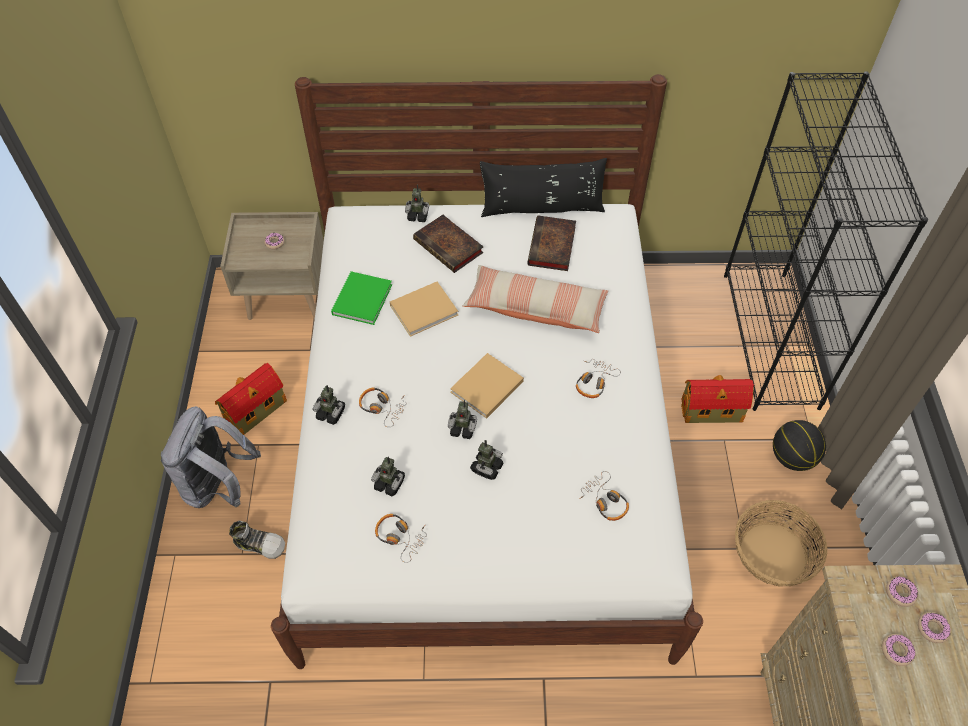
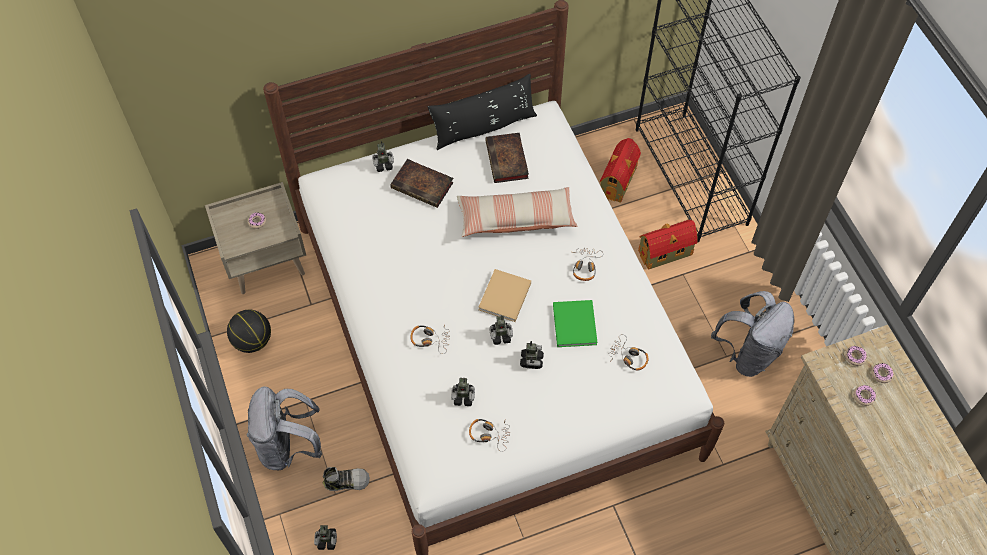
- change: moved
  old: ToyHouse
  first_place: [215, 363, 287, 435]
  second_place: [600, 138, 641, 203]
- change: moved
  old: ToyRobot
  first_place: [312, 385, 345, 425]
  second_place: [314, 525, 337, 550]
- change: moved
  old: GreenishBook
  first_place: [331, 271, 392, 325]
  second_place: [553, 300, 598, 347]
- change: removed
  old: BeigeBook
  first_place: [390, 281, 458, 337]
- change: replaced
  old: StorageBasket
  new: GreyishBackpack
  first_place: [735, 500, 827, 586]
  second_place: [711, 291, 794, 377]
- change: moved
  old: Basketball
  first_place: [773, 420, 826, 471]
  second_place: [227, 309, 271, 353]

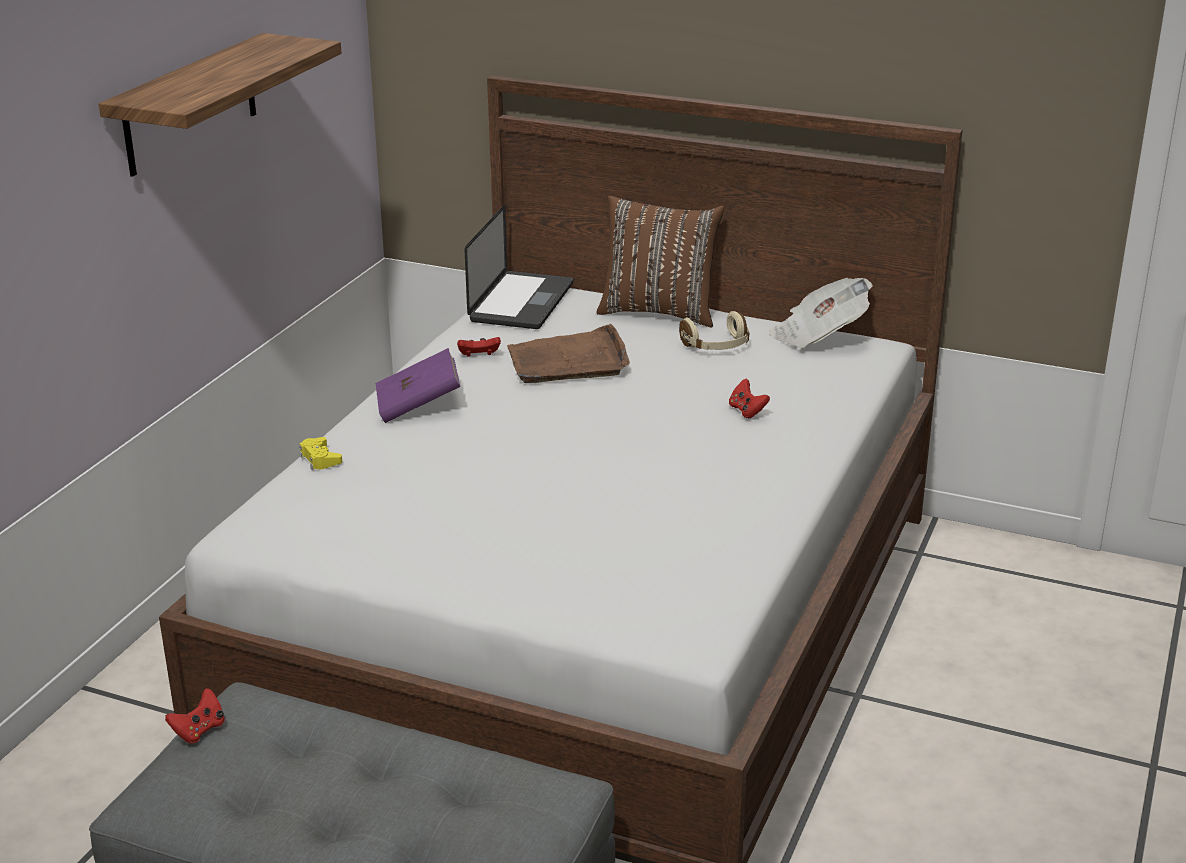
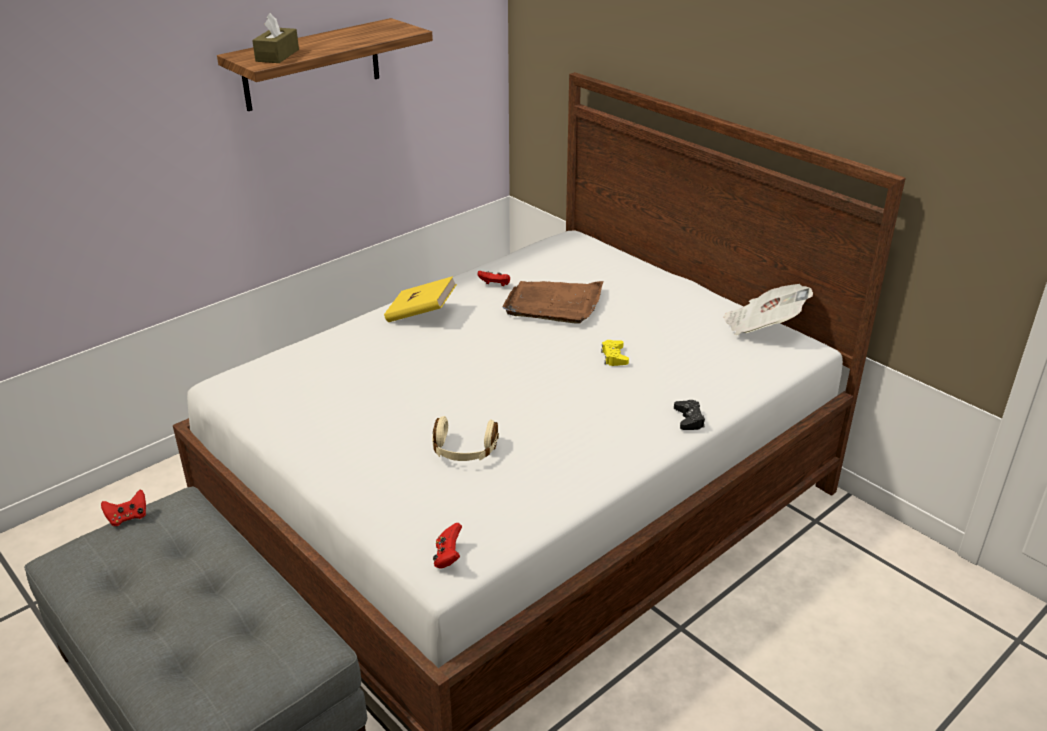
- change: moved
  old: YellowColouredJoypad
  first_place: [299, 437, 342, 470]
  second_place: [601, 340, 629, 366]
- change: recoloured
  old: PurpleBook
  new: YellowColouredBook
  first_place: [376, 348, 460, 423]
  second_place: [384, 276, 457, 322]
- change: removed
  old: PortableComputer
  first_place: [464, 205, 573, 329]
- change: removed
  old: BrownCushion
  first_place: [596, 196, 724, 327]
- change: moved
  old: BeigeHeadphones
  first_place: [679, 311, 749, 350]
  second_place: [432, 416, 499, 461]
- change: moved
  old: RedColouredJoypad
  first_place: [729, 378, 770, 418]
  second_place: [433, 523, 462, 569]
- change: added
  new: BrownBoxOfTissues
  second_place: [252, 13, 299, 63]
- change: added
  new: BlackColouredJoypad
  second_place: [674, 400, 705, 430]

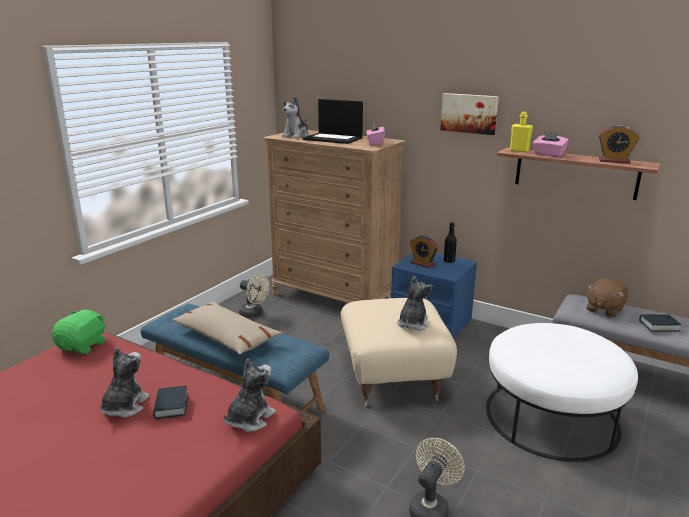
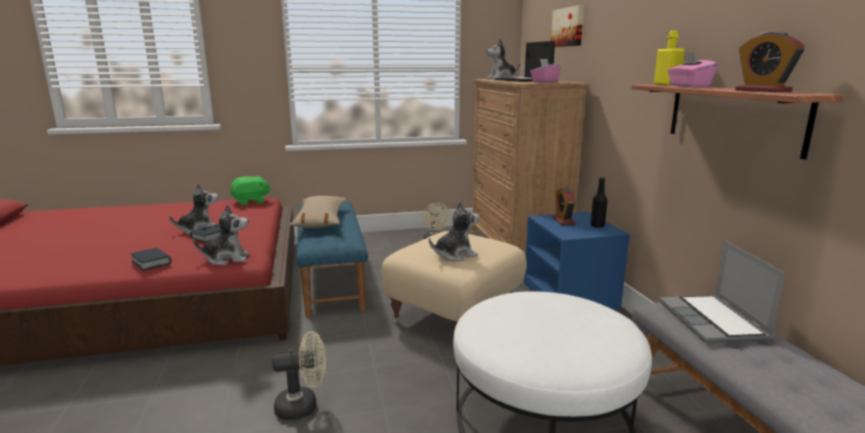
- change: moved
  old: WallPicture
  first_place: [440, 93, 499, 135]
  second_place: [551, 5, 584, 47]
- change: replaced
  old: BrownPlushToy
  new: PortableComputer
  first_place: [586, 278, 628, 317]
  second_place: [659, 241, 786, 343]
- change: moved
  old: Book
  first_place: [639, 314, 681, 331]
  second_place: [130, 248, 171, 271]

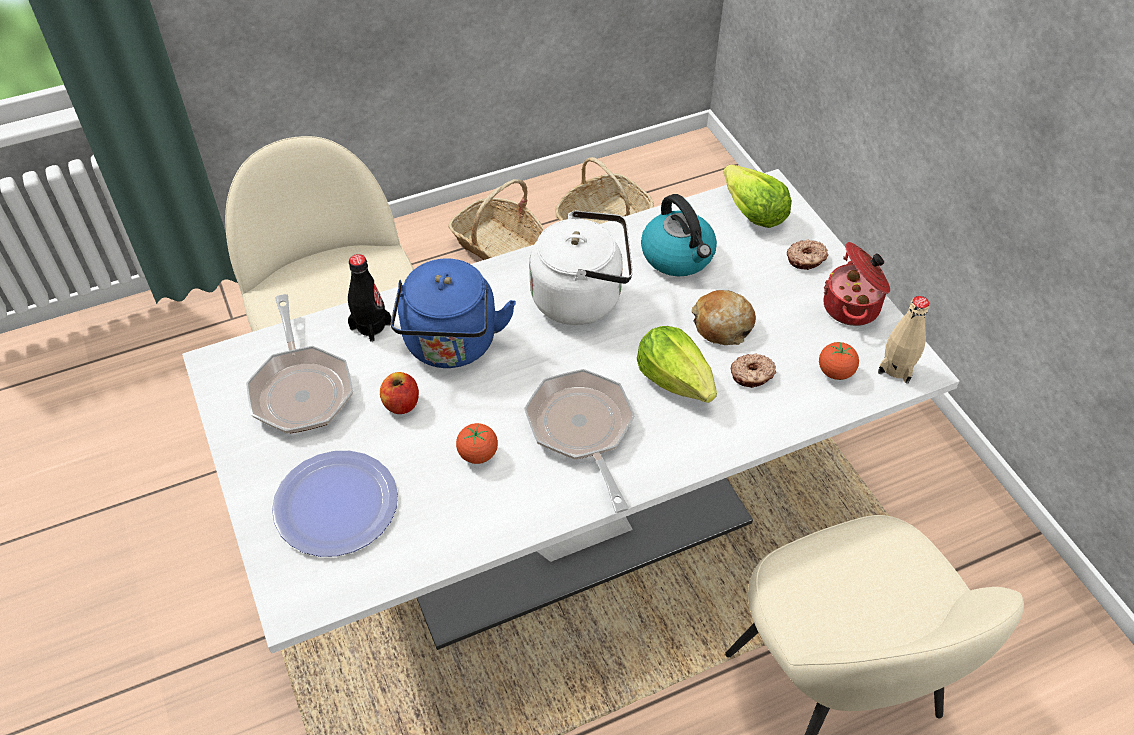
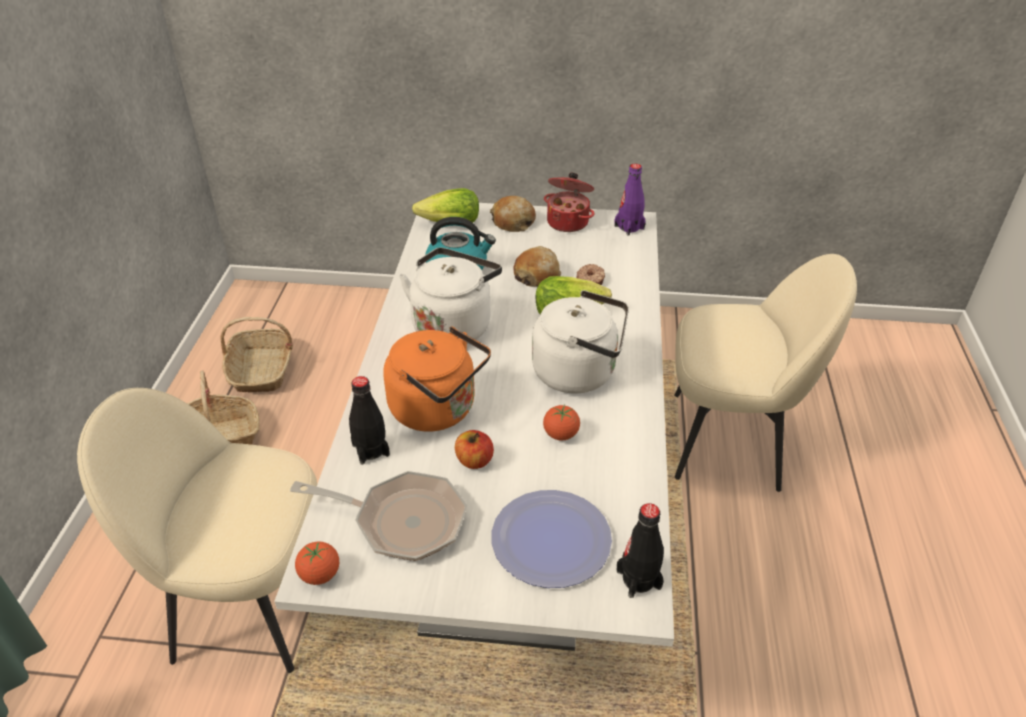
- change: recoloured
  old: BlueColouredKettle
  new: OrangeColouredKettle
  first_place: [391, 259, 516, 368]
  second_place: [383, 326, 491, 432]
- change: replaced
  old: FryingPan
  new: WhiteKettle
  first_place: [524, 369, 635, 513]
  second_place: [532, 290, 629, 393]
- change: replaced
  old: RingDoughnut
  new: BakeryBread
  first_place: [787, 240, 829, 270]
  second_place: [490, 196, 536, 232]
- change: moved
  old: WholeTomato
  first_place: [819, 342, 859, 380]
  second_place: [295, 542, 339, 585]
- change: recoloured
  old: BeigeDrinkBottle
  new: PurpleDrinkBottle
  first_place: [878, 296, 930, 384]
  second_place: [614, 164, 646, 235]
- change: added
  new: BlackColouredDrinkBottle
  second_place: [616, 503, 664, 598]

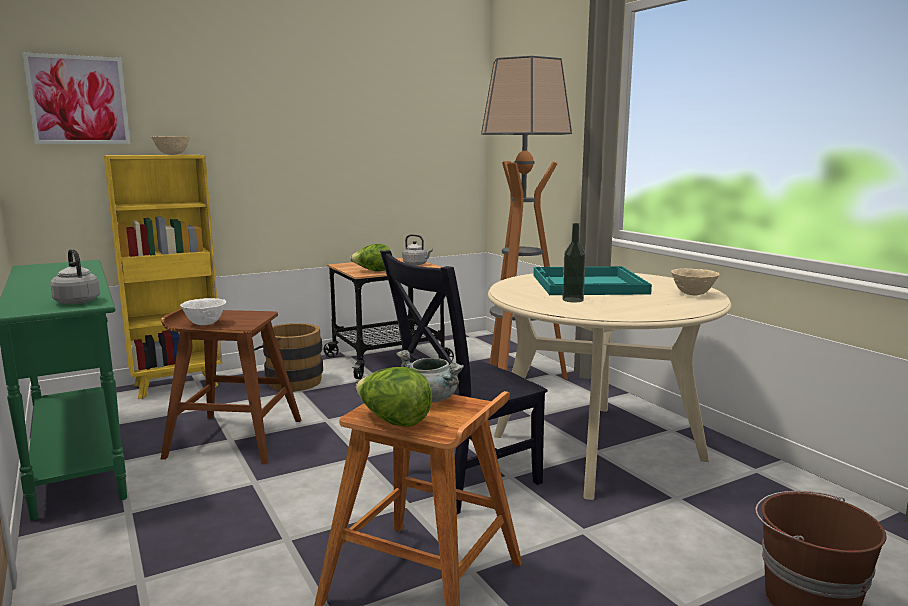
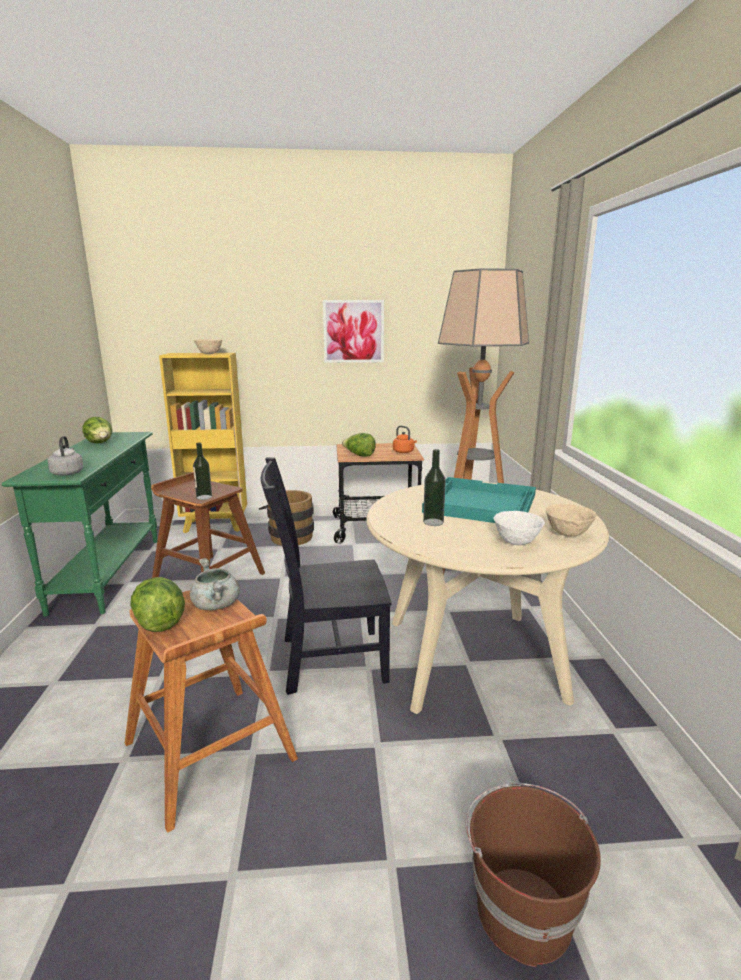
- change: moved
  old: WallPicture
  first_place: [22, 52, 130, 144]
  second_place: [323, 300, 384, 363]
- change: moved
  old: WhiteBowl
  first_place: [180, 298, 226, 325]
  second_place: [493, 511, 545, 545]
- change: recoloured
  old: GreyishKettle
  new: OrangeColouredKettle
  first_place: [403, 234, 433, 266]
  second_place: [393, 426, 417, 453]
- change: added
  new: HeadOfLettuce
  second_place: [82, 417, 112, 443]
- change: added
  new: DrinkBottle
  second_place: [193, 442, 212, 500]

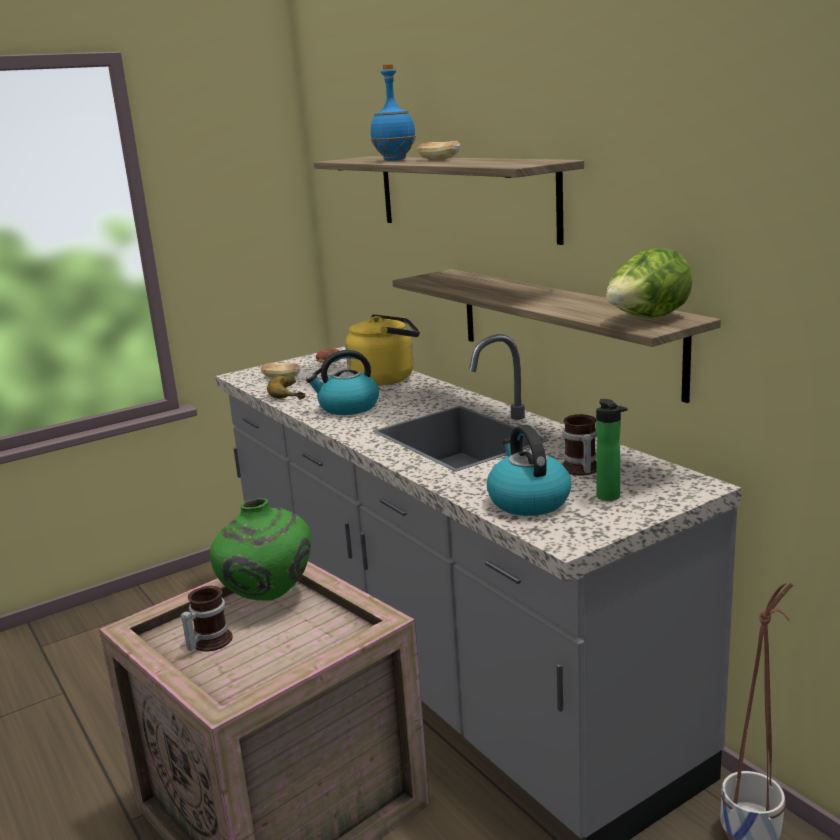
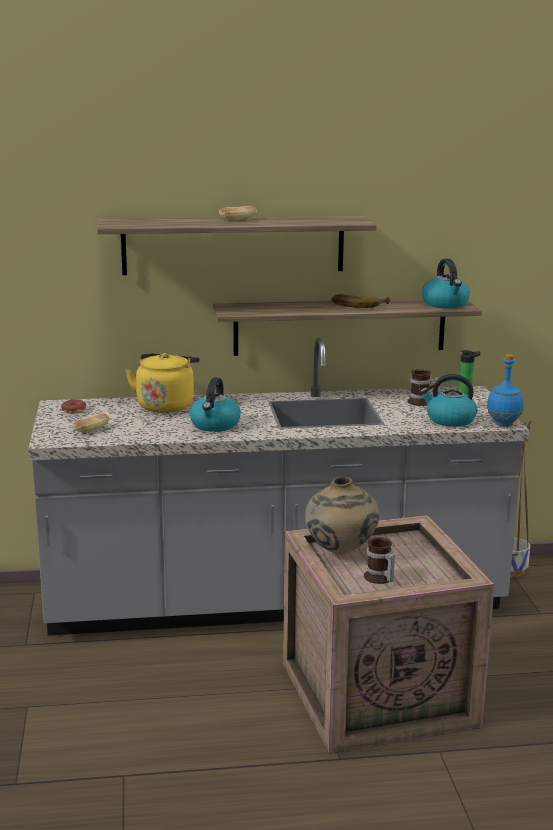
- change: recoloured
  old: GreenishVase
  new: BeigeVase
  first_place: [210, 498, 312, 601]
  second_place: [305, 477, 379, 554]
- change: moved
  old: WholeBanana
  first_place: [267, 375, 306, 400]
  second_place: [332, 294, 390, 308]
- change: moved
  old: BlueColouredDrinkBottle
  first_place: [371, 64, 416, 161]
  second_place: [487, 354, 524, 427]
- change: replaced
  old: HeadOfLettuce
  new: Kettle
  first_place: [606, 248, 692, 318]
  second_place: [422, 259, 470, 309]

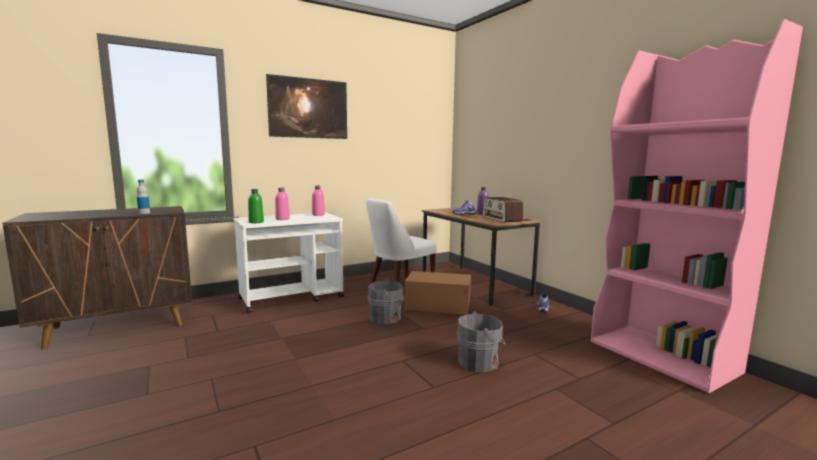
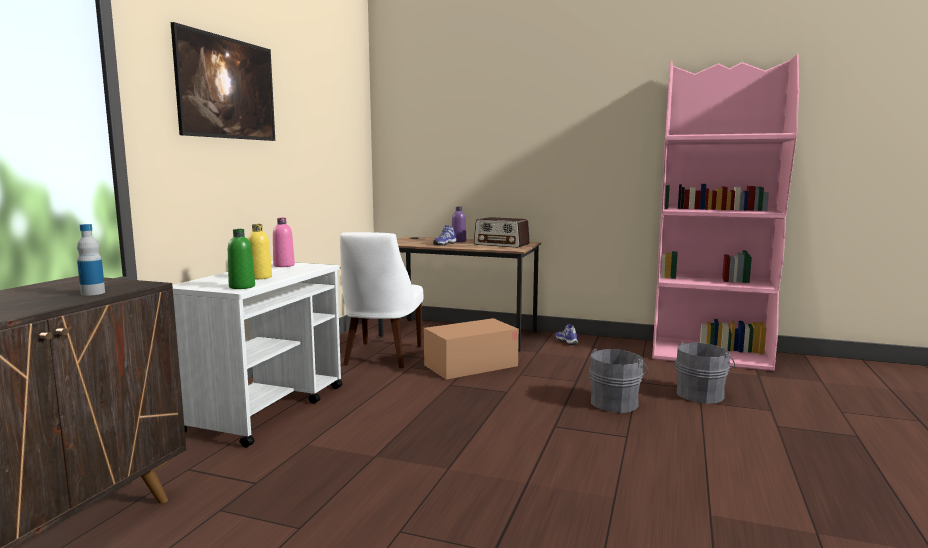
- change: recoloured
  old: PinkDrinkBottle
  new: YellowColouredDrinkBottle
  first_place: [275, 188, 290, 220]
  second_place: [247, 224, 272, 279]
- change: moved
  old: GreyishPail
  first_place: [368, 279, 404, 324]
  second_place: [676, 341, 735, 404]

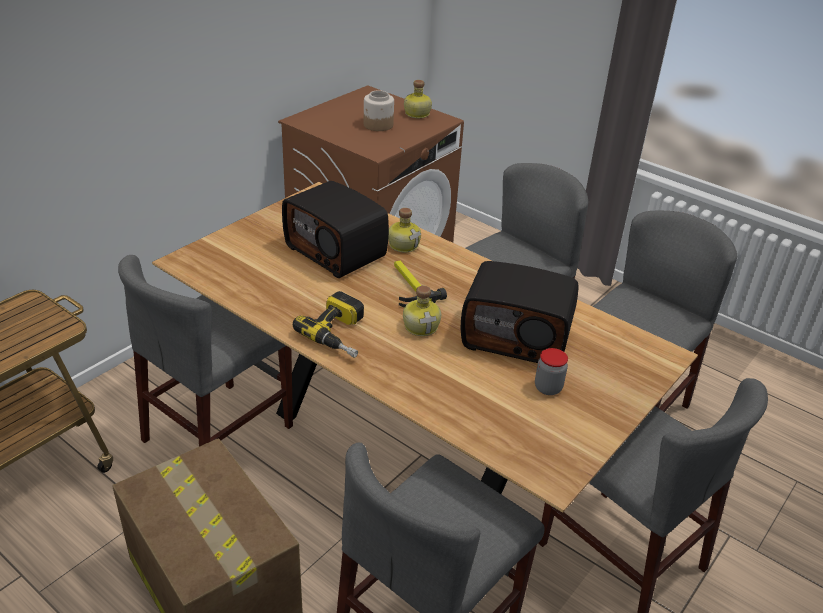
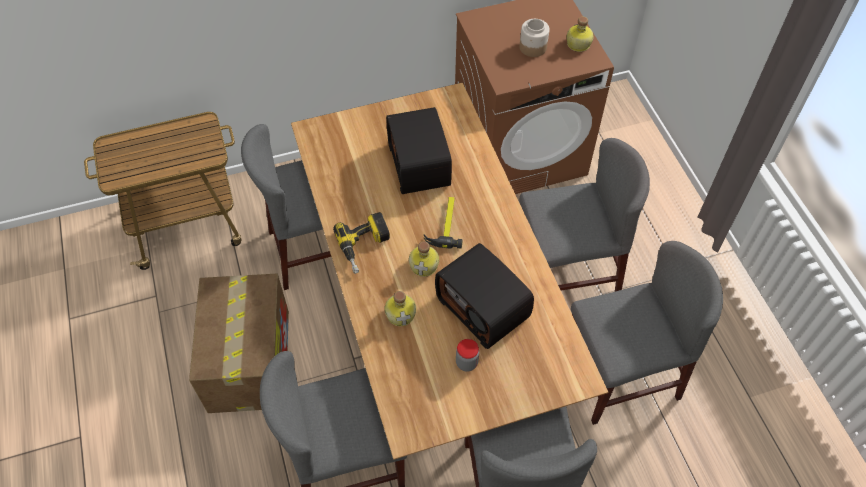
- change: moved
  old: DrinkBottle
  first_place: [388, 208, 421, 253]
  second_place: [385, 291, 416, 326]

